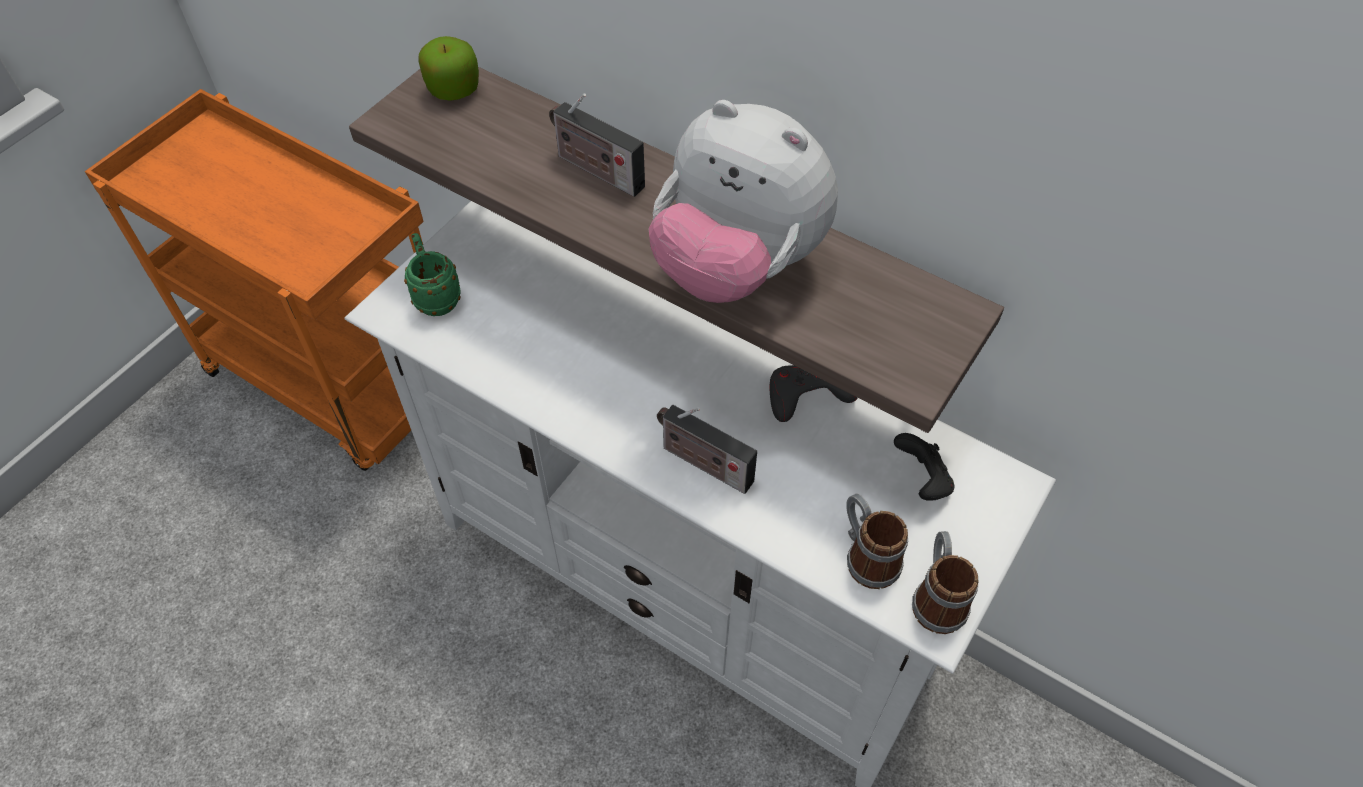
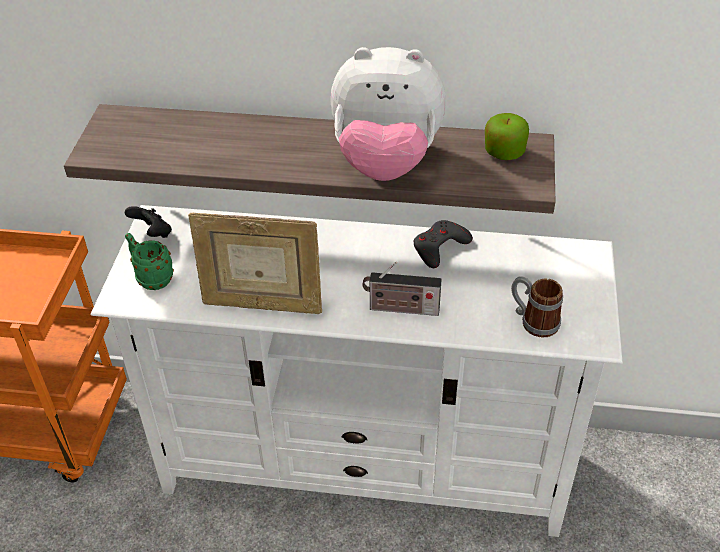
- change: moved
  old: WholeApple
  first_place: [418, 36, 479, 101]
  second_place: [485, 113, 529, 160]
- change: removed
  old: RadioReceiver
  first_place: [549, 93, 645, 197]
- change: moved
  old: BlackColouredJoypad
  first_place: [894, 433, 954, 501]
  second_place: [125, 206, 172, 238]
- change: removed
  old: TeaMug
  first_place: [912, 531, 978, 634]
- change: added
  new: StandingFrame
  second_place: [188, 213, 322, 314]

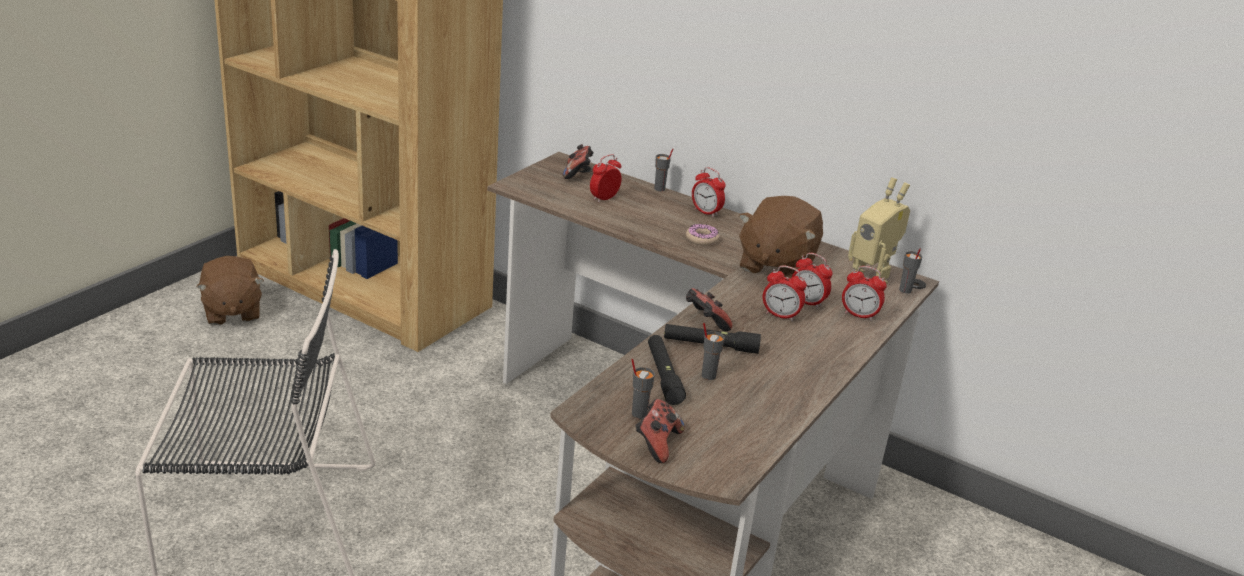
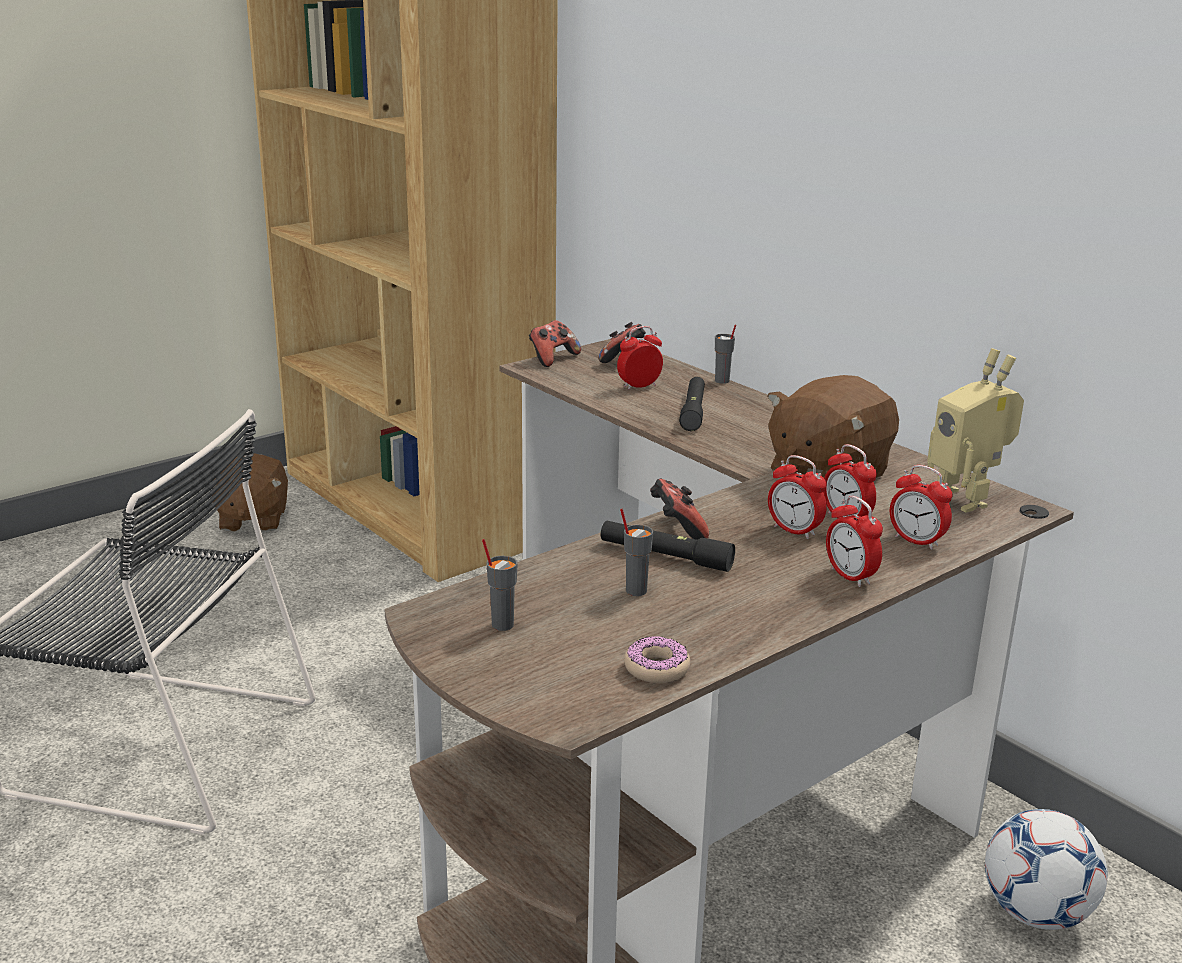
- change: moved
  old: Joypad
  first_place: [635, 399, 685, 463]
  second_place: [529, 320, 581, 367]
- change: moved
  old: BlackColouredHandTorch
  first_place: [648, 335, 686, 405]
  second_place: [679, 377, 705, 431]
- change: moved
  old: RingDoughnut
  first_place: [686, 224, 719, 246]
  second_place: [624, 636, 690, 683]
- change: moved
  old: BedsideClock
  first_place: [692, 167, 726, 217]
  second_place: [826, 496, 883, 587]
- change: removed
  old: GreyishCup
  first_place: [899, 248, 922, 293]
- change: added
  new: FootballBall
  second_place: [985, 809, 1108, 930]

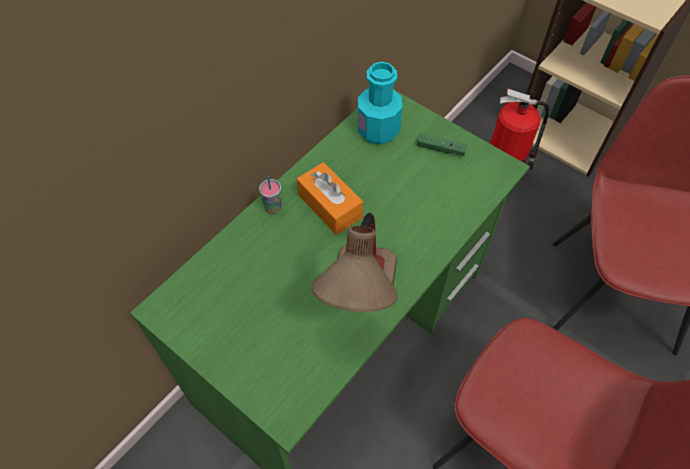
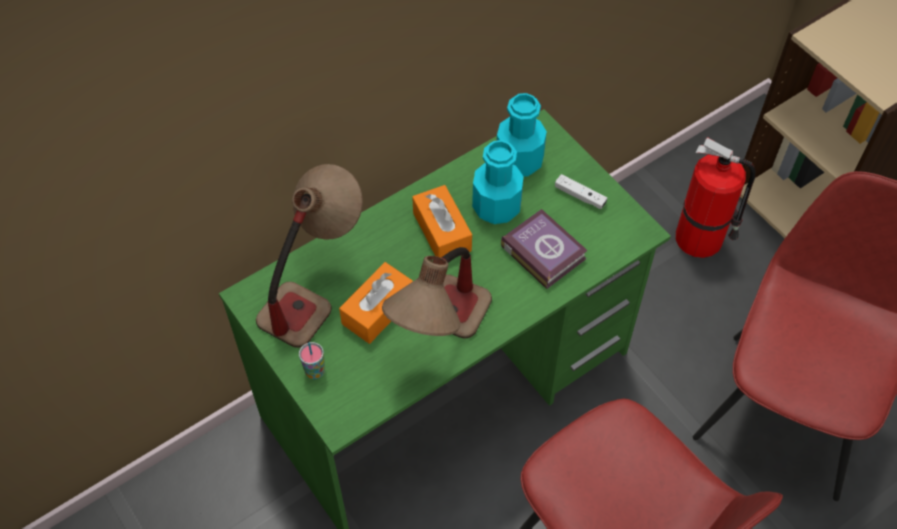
- change: moved
  old: Cup
  first_place: [259, 176, 282, 215]
  second_place: [299, 342, 325, 379]
- change: recoloured
  old: GreenishJoypad
  new: WhiteJoypad
  first_place: [417, 133, 467, 156]
  second_place: [555, 174, 607, 209]
- change: added
  new: LampForATable
  second_place: [256, 164, 363, 348]
- change: added
  new: OrangeColouredBoxOfTissues
  second_place: [339, 262, 413, 344]
- change: added
  new: BlueGreenDrinkBottle
  second_place: [472, 140, 524, 224]
- change: added
  new: Book
  second_place: [501, 209, 588, 289]

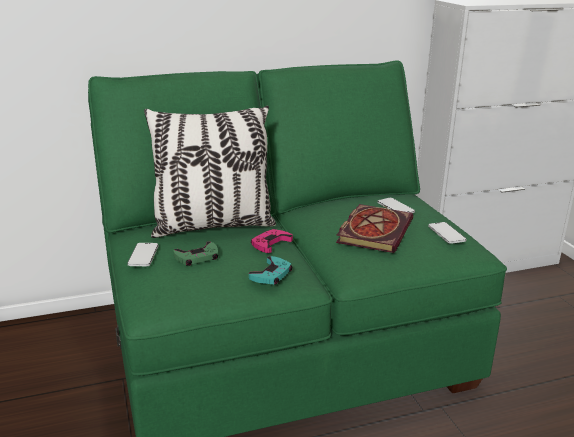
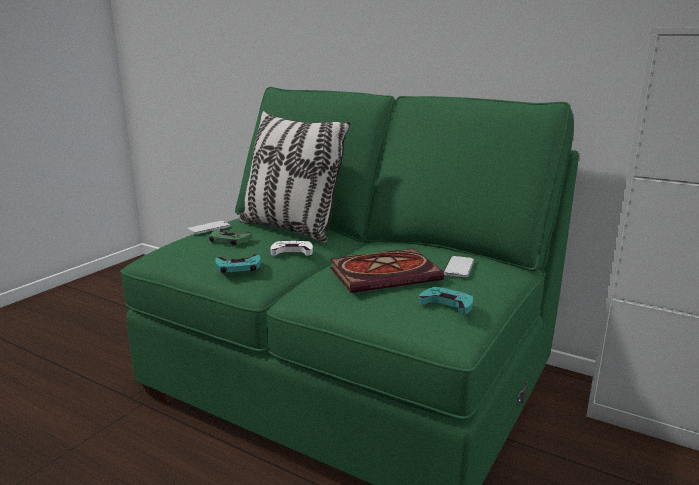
- change: recoloured
  old: PinkJoypad
  new: WhiteJoypad
  first_place: [251, 229, 293, 253]
  second_place: [270, 241, 313, 256]
- change: replaced
  old: Handset
  new: BlueGreenJoypad
  first_place: [428, 222, 467, 244]
  second_place: [418, 287, 473, 315]

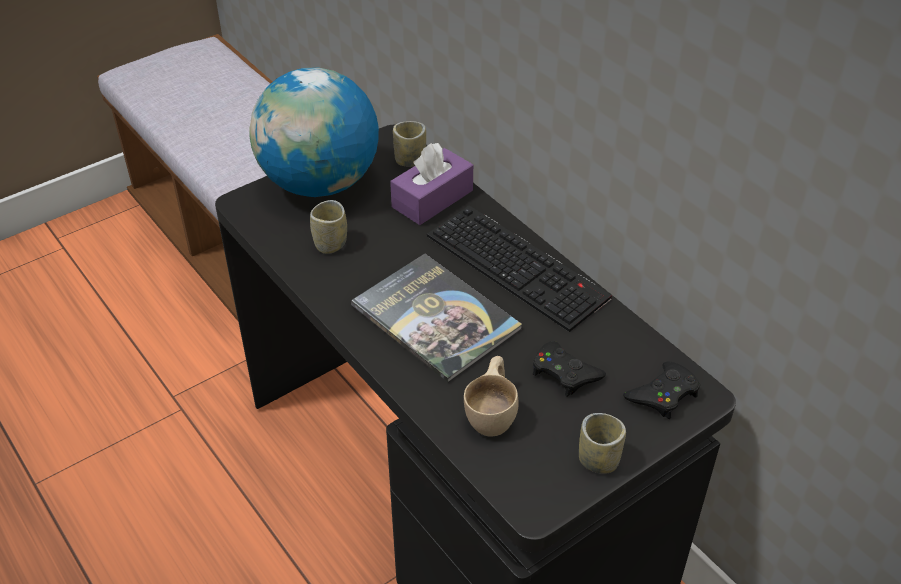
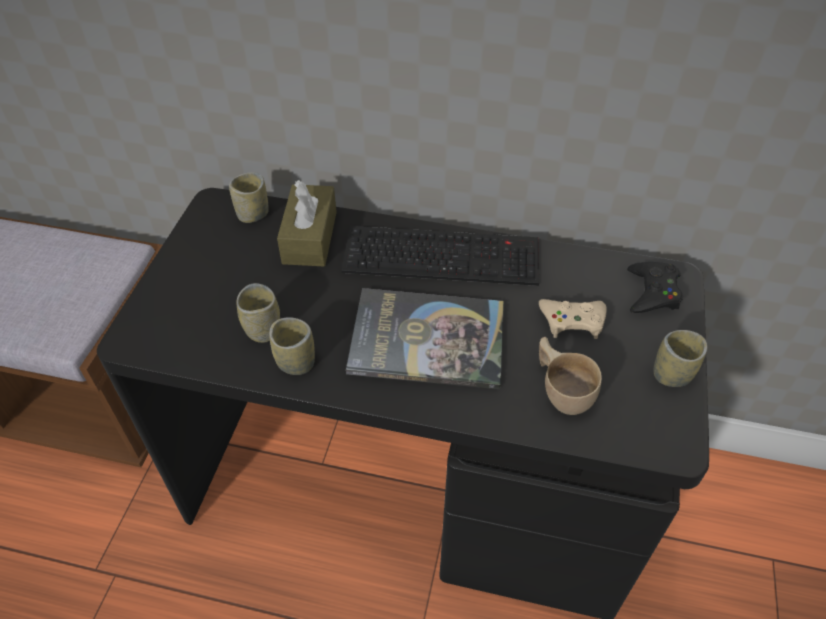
- change: removed
  old: Globe
  first_place: [249, 68, 379, 197]
- change: recoloured
  old: PurpleBoxOfTissues
  new: BrownBoxOfTissues
  first_place: [390, 143, 473, 225]
  second_place: [277, 180, 337, 266]
- change: recoloured
  old: BlackColouredJoypad
  new: BeigeJoypad
  first_place: [533, 341, 606, 397]
  second_place: [539, 299, 607, 339]
- change: added
  new: Cup
  second_place: [269, 317, 315, 375]

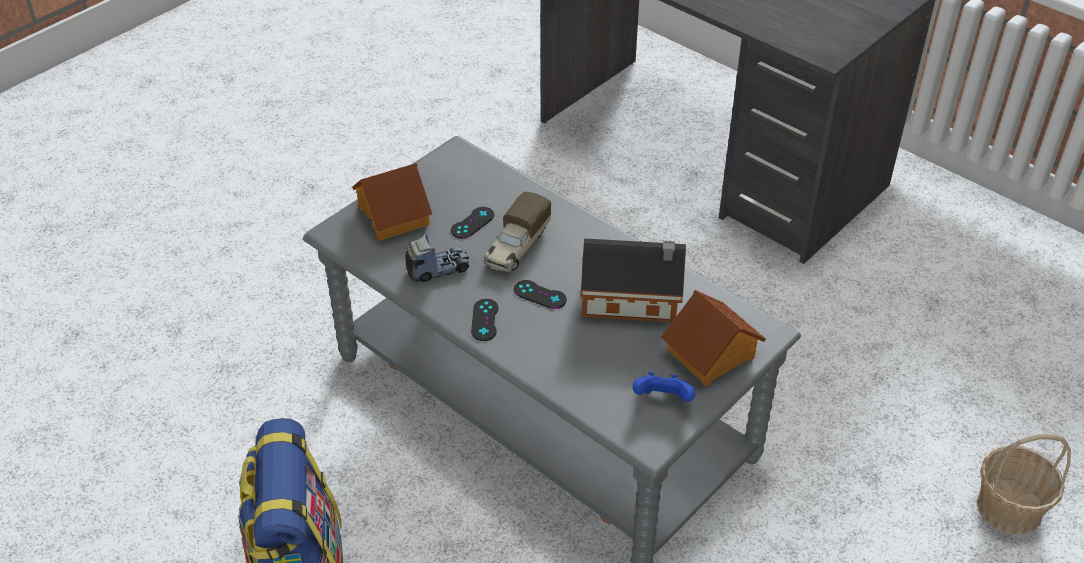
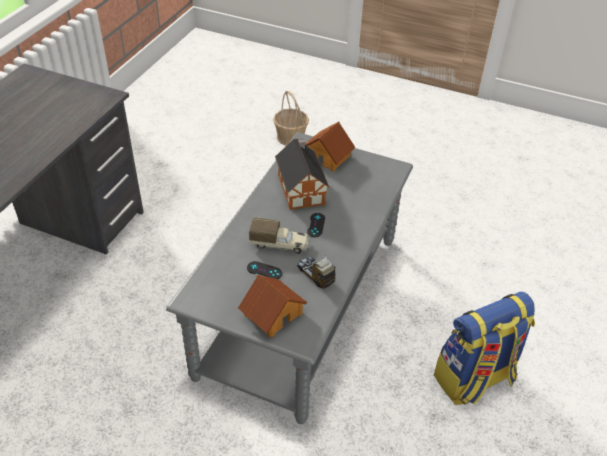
- change: removed
  old: BlackColouredJoypad
  first_place: [471, 299, 499, 341]
- change: removed
  old: BlueColouredJoypad
  first_place: [633, 372, 695, 402]

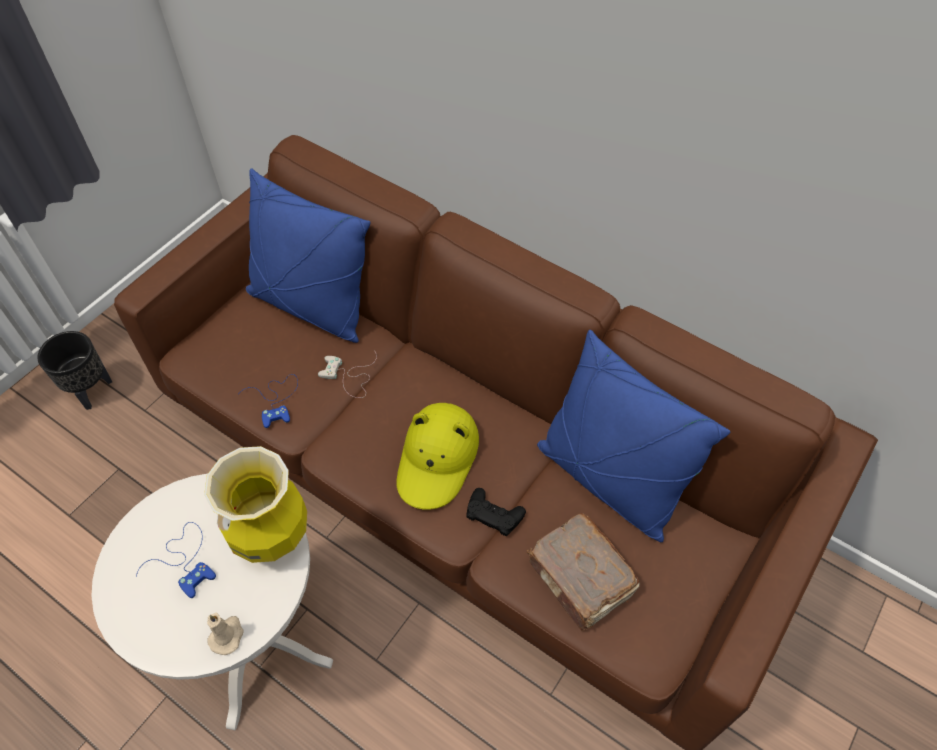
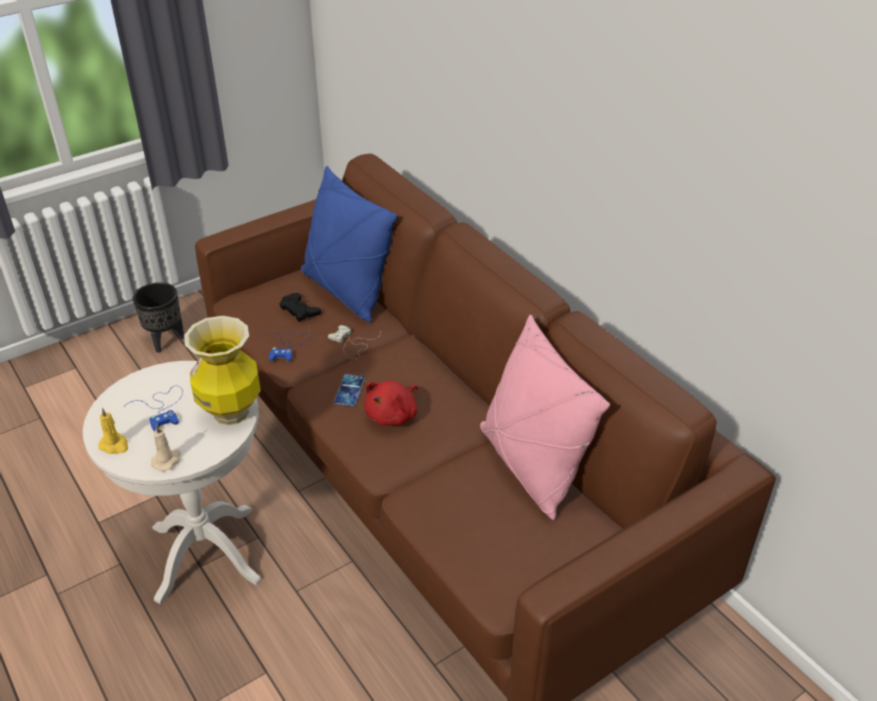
- change: replaced
  old: YellowColouredClothingHat
  new: RedColouredPlushToy
  first_place: [397, 403, 479, 510]
  second_place: [364, 381, 418, 426]
- change: moved
  old: BlackColouredJoypad
  first_place: [466, 488, 526, 536]
  second_place: [279, 293, 322, 322]
- change: removed
  old: BrownBook
  first_place: [527, 513, 640, 631]
- change: recoloured
  old: BlueColouredCushion
  new: PinkCushion
  first_place: [537, 330, 730, 542]
  second_place: [480, 315, 610, 520]
- change: added
  new: YellowColouredCandle
  second_place: [98, 408, 128, 454]
- change: added
  new: Handset
  second_place: [334, 374, 365, 406]

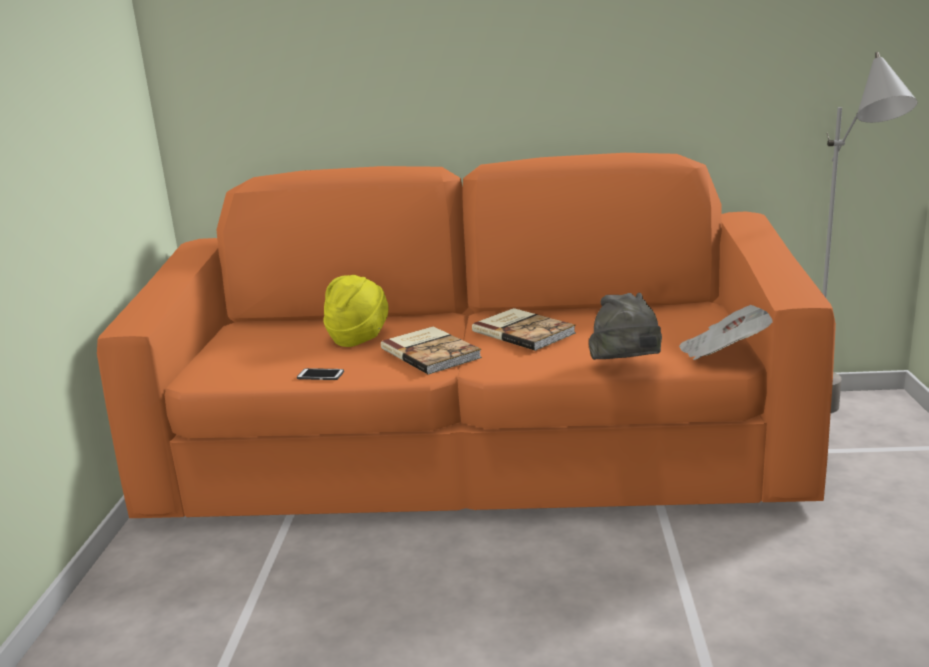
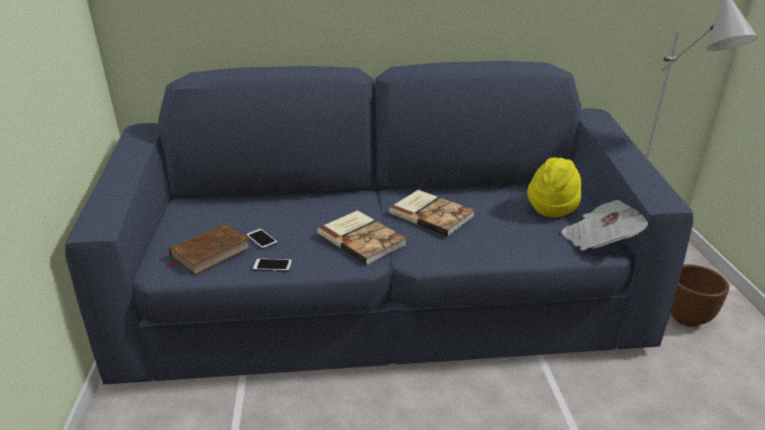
- change: recoloured
  old: OrangeColouredSettee
  new: BlueColouredSettee
  first_place: [97, 153, 836, 518]
  second_place: [65, 61, 693, 384]
- change: moved
  old: YellowColouredClothingHat
  first_place: [323, 275, 388, 347]
  second_place: [527, 158, 581, 218]
- change: removed
  old: GreyishClothingHat
  first_place: [589, 293, 662, 360]
- change: added
  new: BrownBook
  second_place: [165, 223, 250, 275]
- change: added
  new: Handset
  second_place: [246, 228, 278, 249]
- change: added
  new: BrownPlantPot
  second_place: [670, 264, 729, 327]

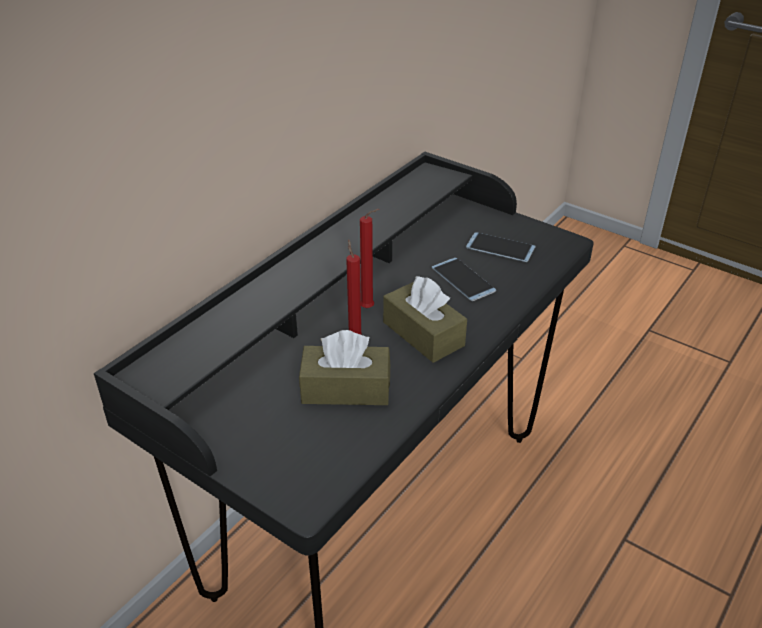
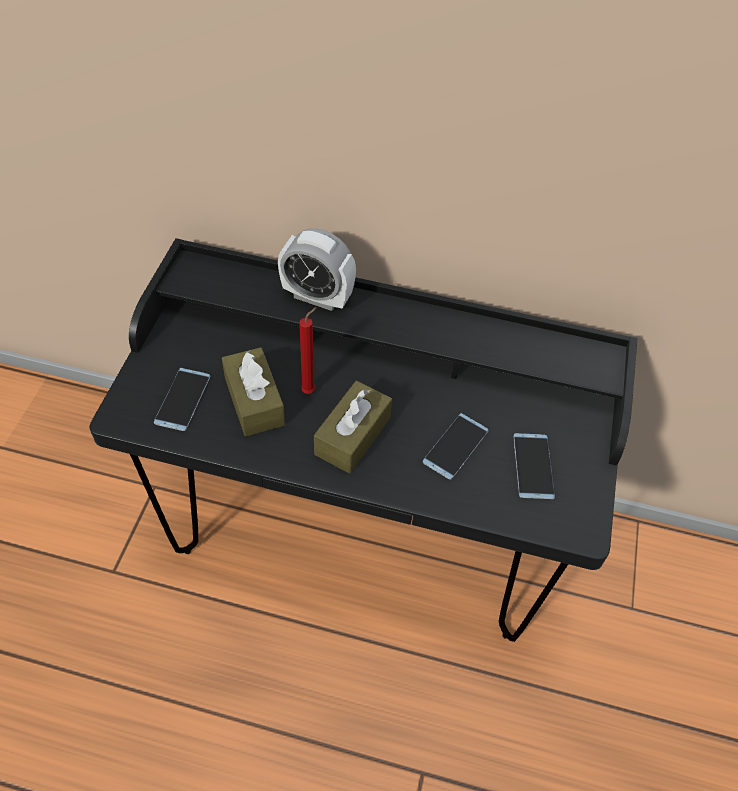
- change: removed
  old: RedColouredCandle
  first_place: [360, 209, 379, 308]
- change: added
  new: Handset
  second_place: [154, 368, 210, 431]
- change: added
  new: BedsideClock
  second_place: [278, 228, 356, 311]

